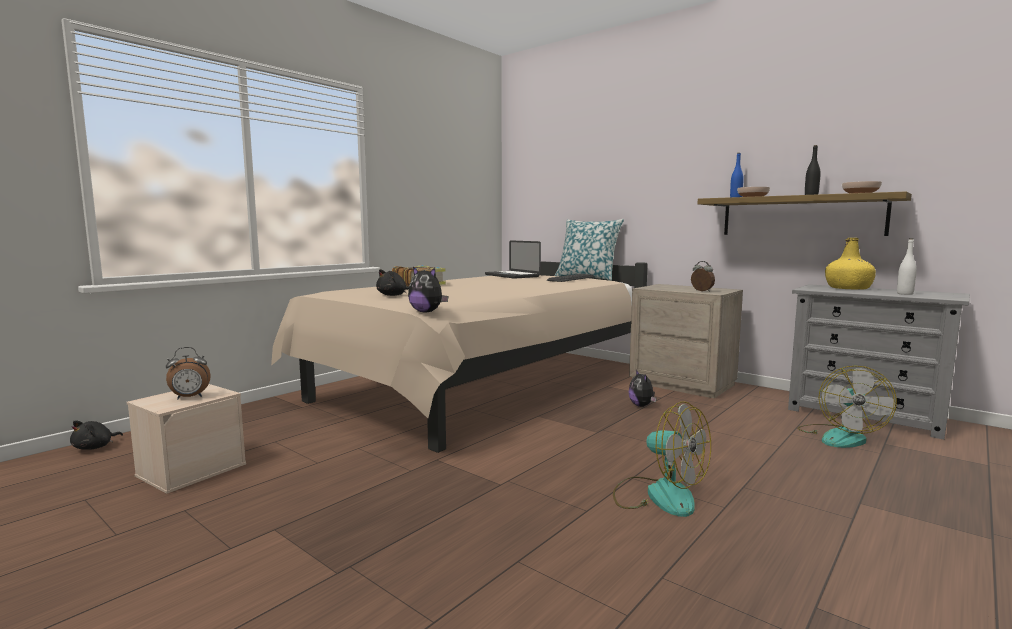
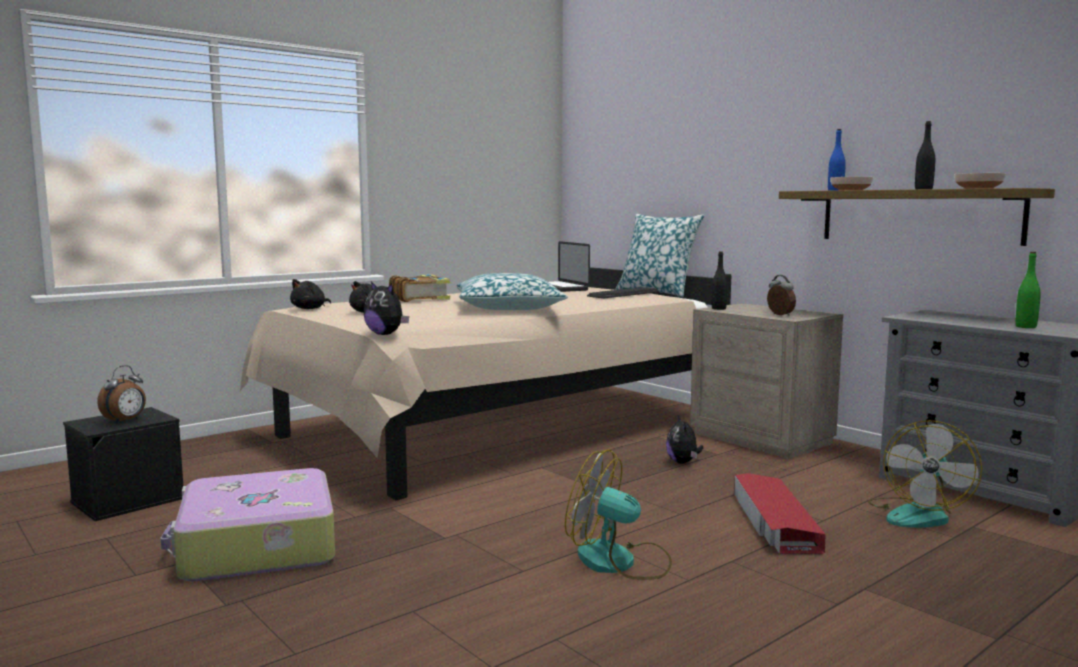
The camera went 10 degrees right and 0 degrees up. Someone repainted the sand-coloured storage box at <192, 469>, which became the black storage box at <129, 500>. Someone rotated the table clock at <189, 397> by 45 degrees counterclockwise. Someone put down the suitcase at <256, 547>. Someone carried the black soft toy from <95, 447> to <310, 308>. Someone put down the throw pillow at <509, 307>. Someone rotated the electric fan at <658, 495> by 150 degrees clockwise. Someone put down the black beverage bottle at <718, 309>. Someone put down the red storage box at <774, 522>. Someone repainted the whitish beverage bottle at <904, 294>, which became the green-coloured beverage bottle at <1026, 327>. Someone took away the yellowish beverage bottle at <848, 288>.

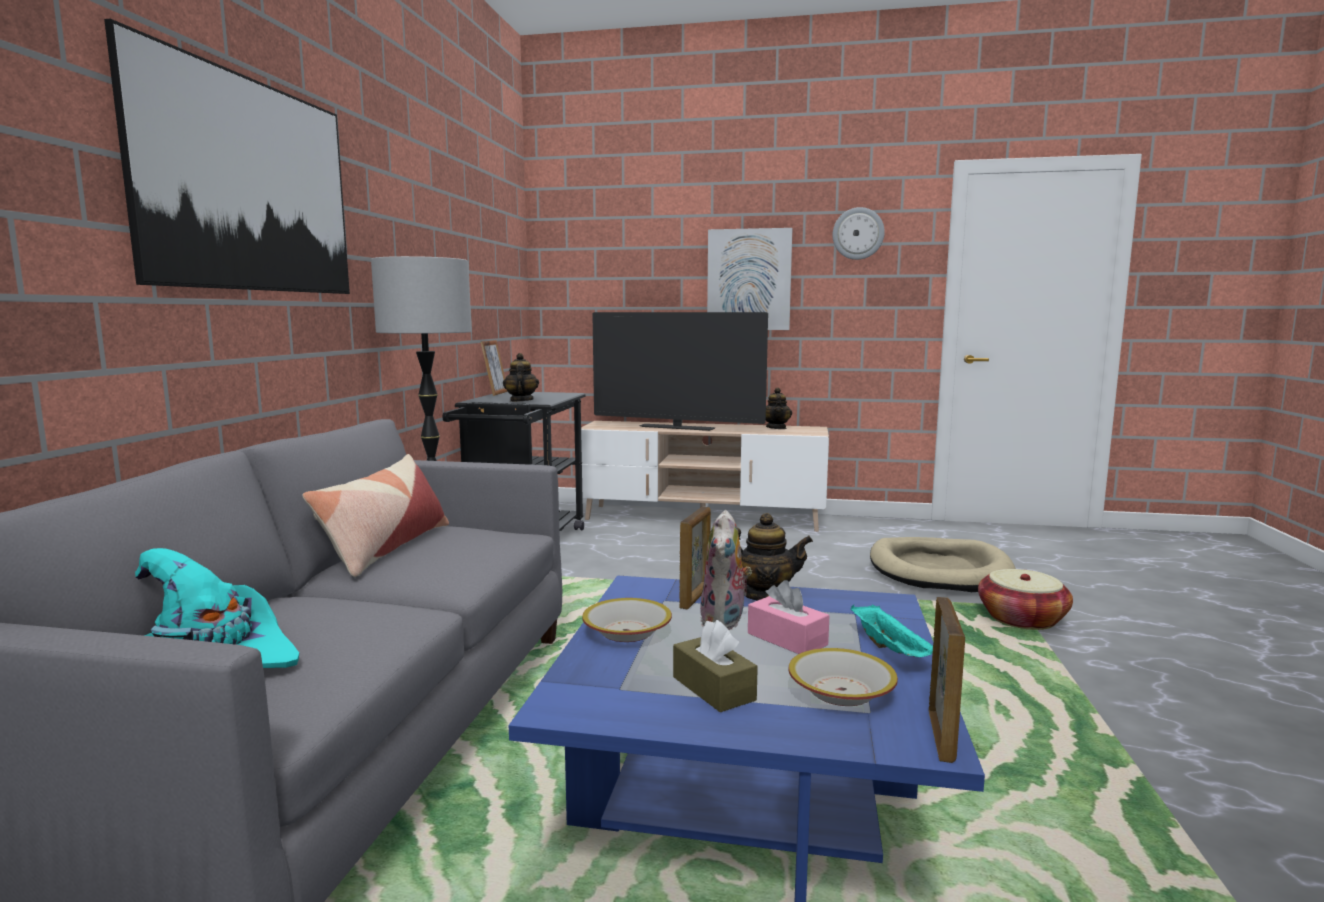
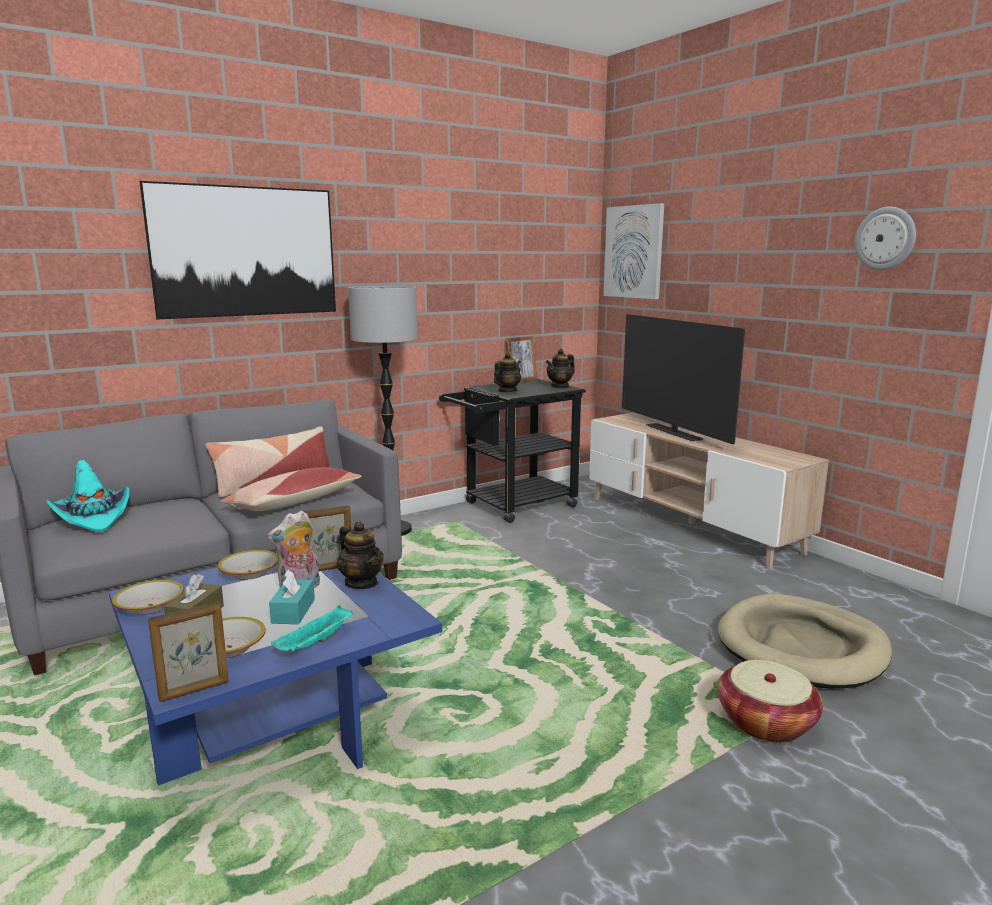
The camera went 45 degrees right and 5 degrees up. Someone put down the bowl at <150, 606>. Someone put down the throw pillow at <294, 502>. Someone repainted the pinkish box of tissues at <787, 639>, which became the blue-green box of tissues at <293, 611>. Someone carried the pot for tea from <776, 428> to <560, 386>. Someone carried the picture from <749, 280> to <634, 252>.

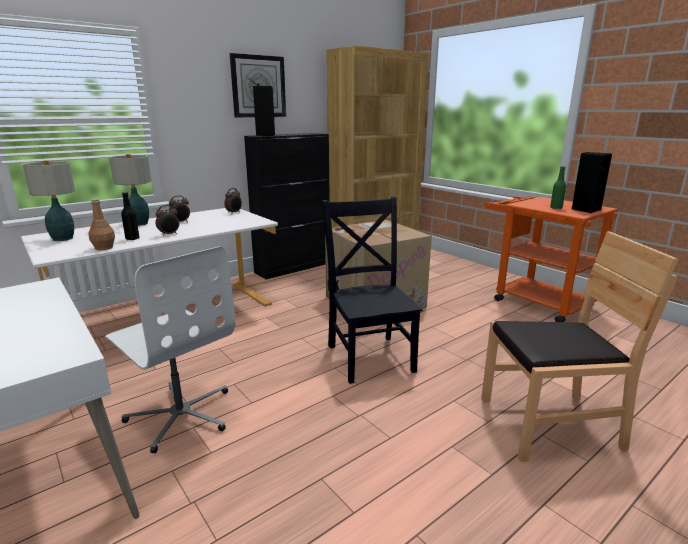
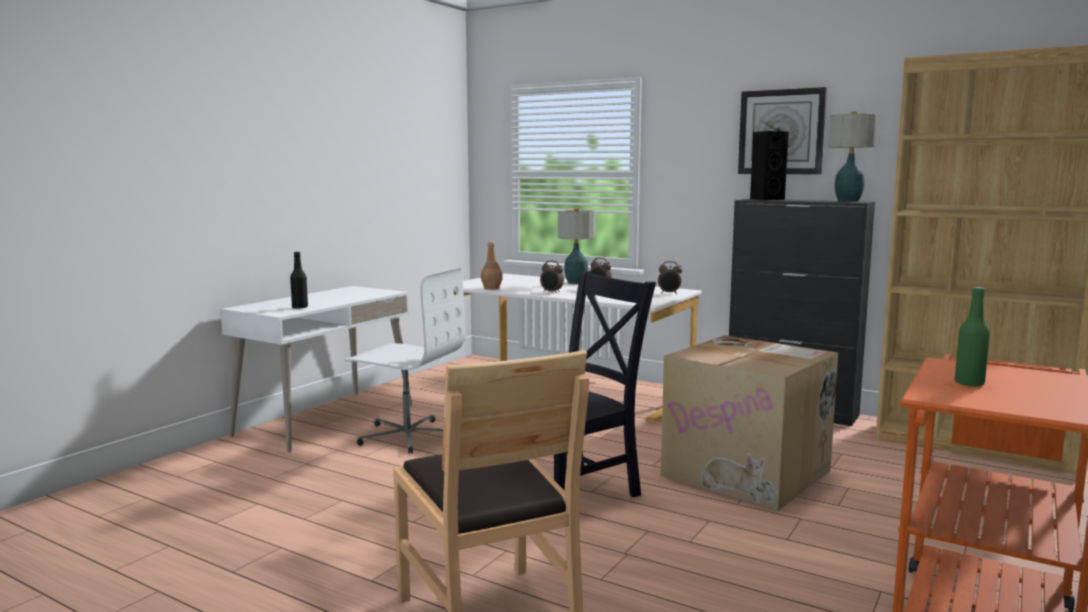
The camera went 70 degrees right and 10 degrees down. Someone carried the black beverage bottle from <132, 239> to <300, 307>. Someone rotated the whitish office chair at <181, 415> by 90 degrees counterclockwise. Someone carried the tabletop lamp from <63, 238> to <848, 201>. Someone took away the black audio speaker at <585, 210>.

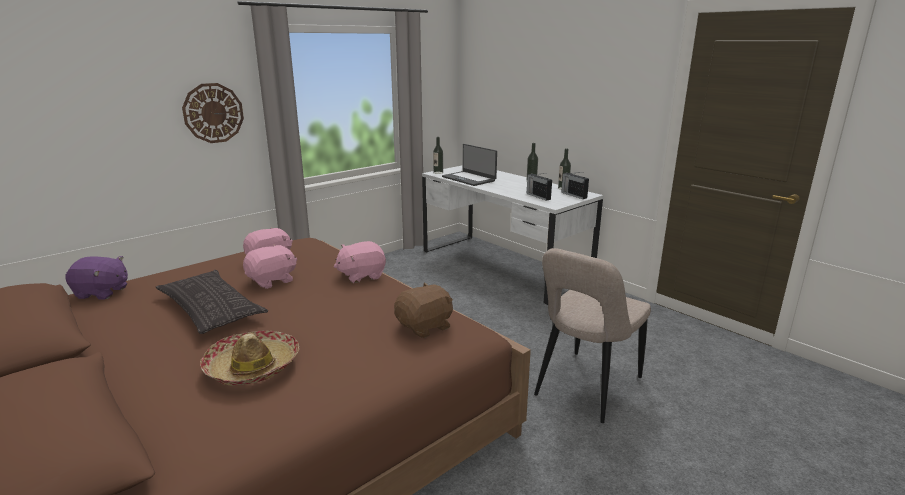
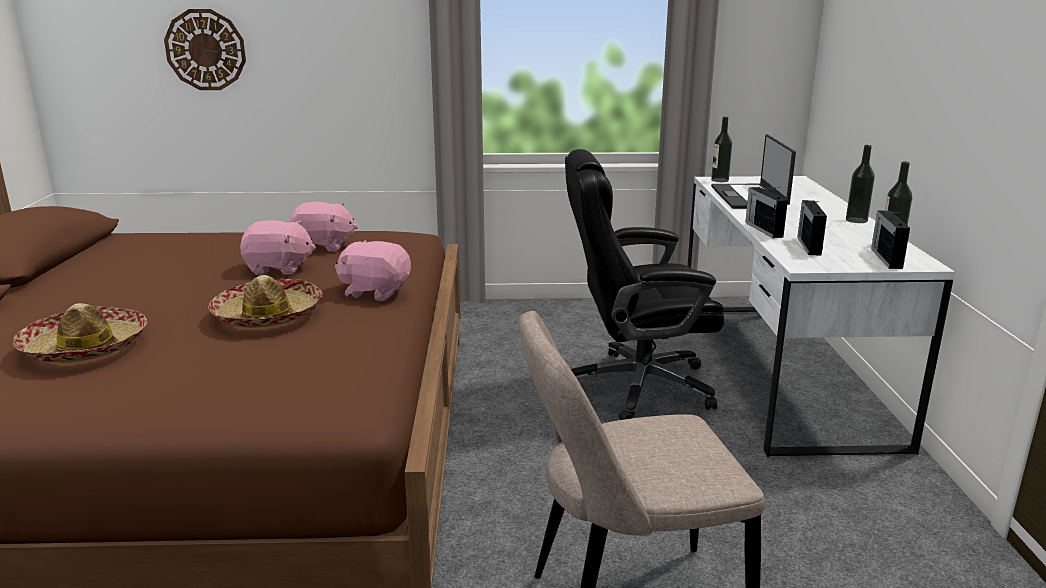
The camera went 40 degrees right and 0 degrees up. Someone carried the hanging clock from <213, 113> to <205, 50>. Someone put down the clothing hat at <268, 315>. Someone put down the black office chair at <636, 386>. Someone put down the radio set at <763, 229>. Someone took away the purplish soft toy at <102, 292>. Someone took away the throw pillow at <211, 308>. Someone took away the brown soft toy at <425, 327>.

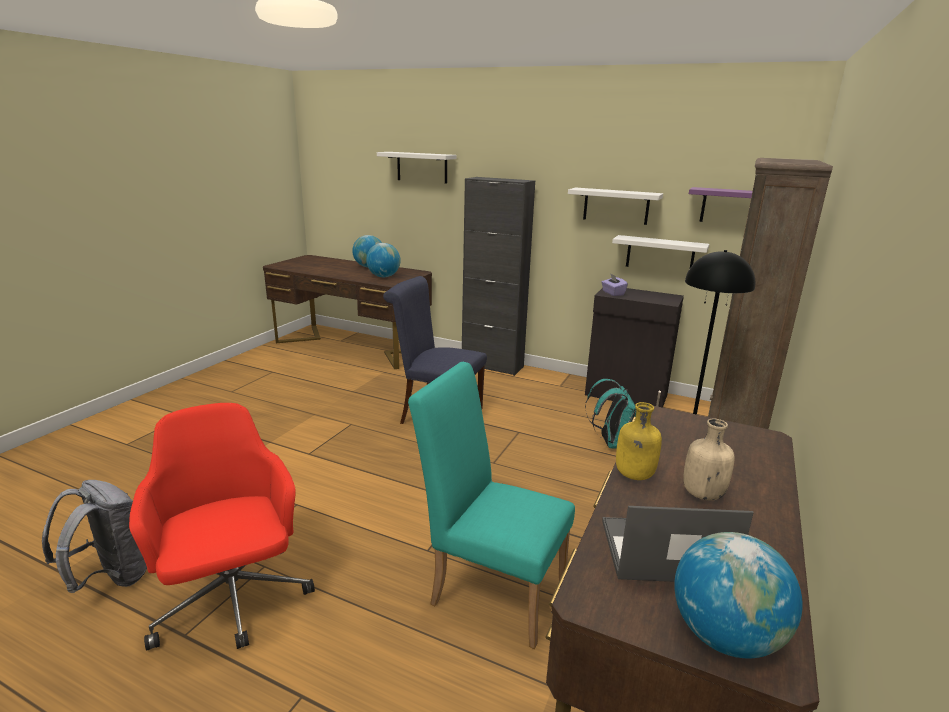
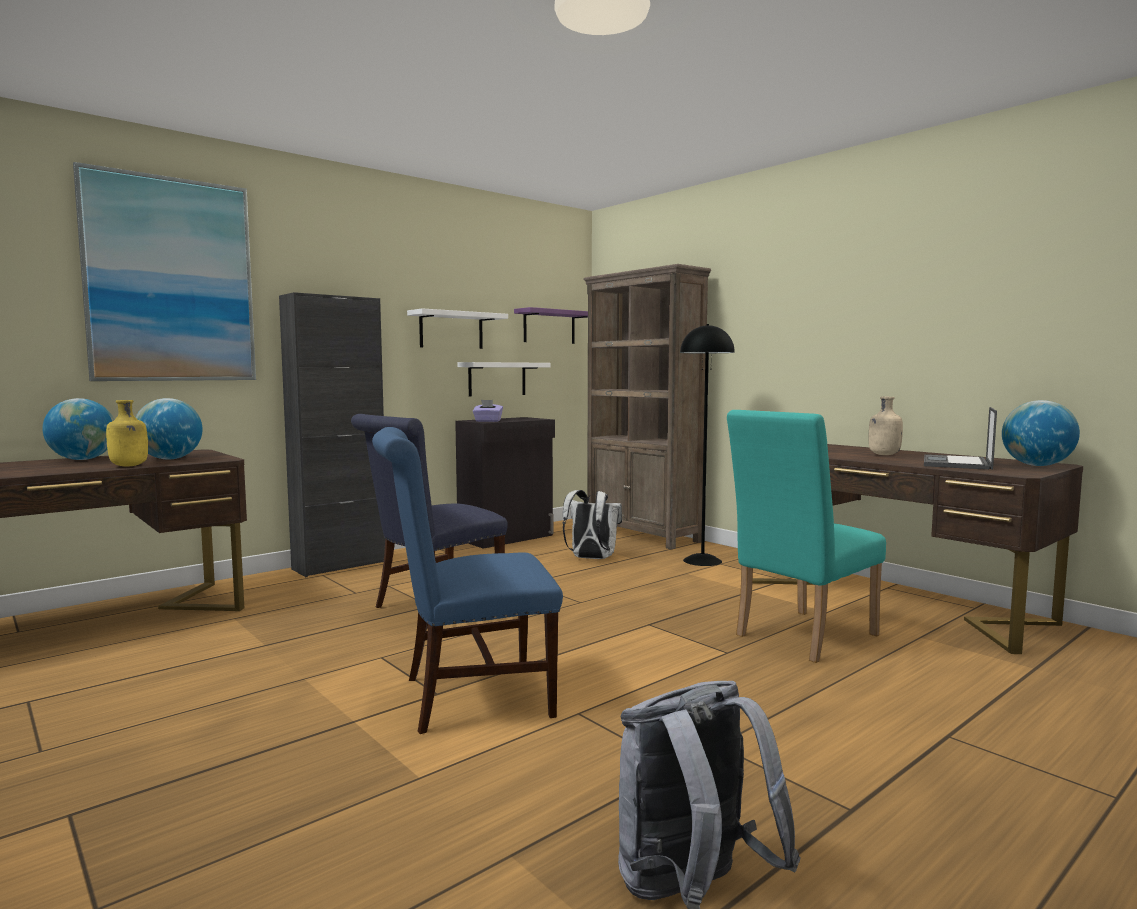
The camera went 65 degrees left and 15 degrees down. Someone swapped the whitish shelf at <422, 167> for the picture at <170, 280>. Someone carried the yellowish beverage bottle from <634, 475> to <129, 466>. Someone put down the blue plain chair at <466, 697>. Someone repainted the blue-green rucksack at <611, 443>, which became the whitish rucksack at <591, 559>. Someone took away the red office chair at <233, 599>.

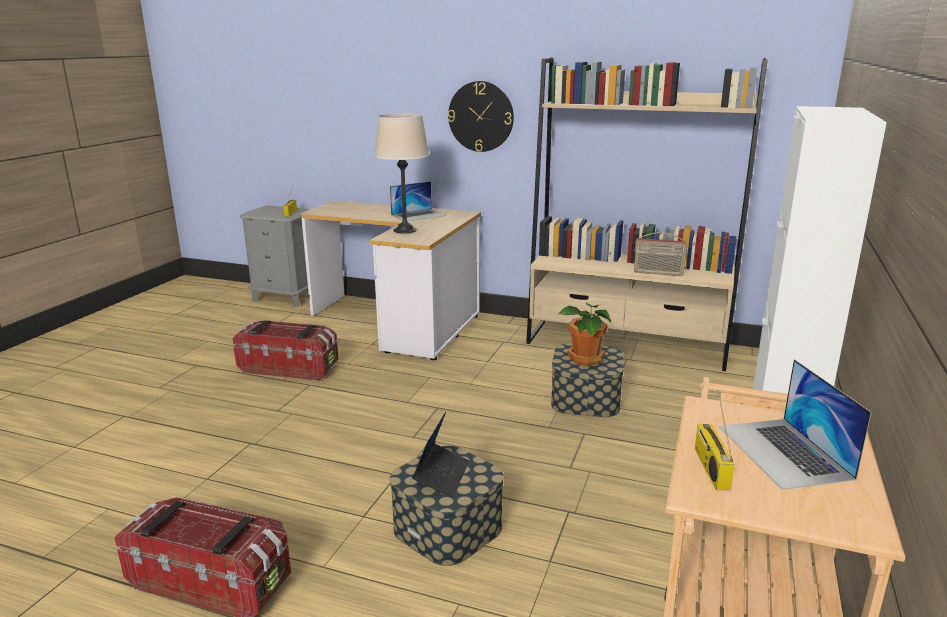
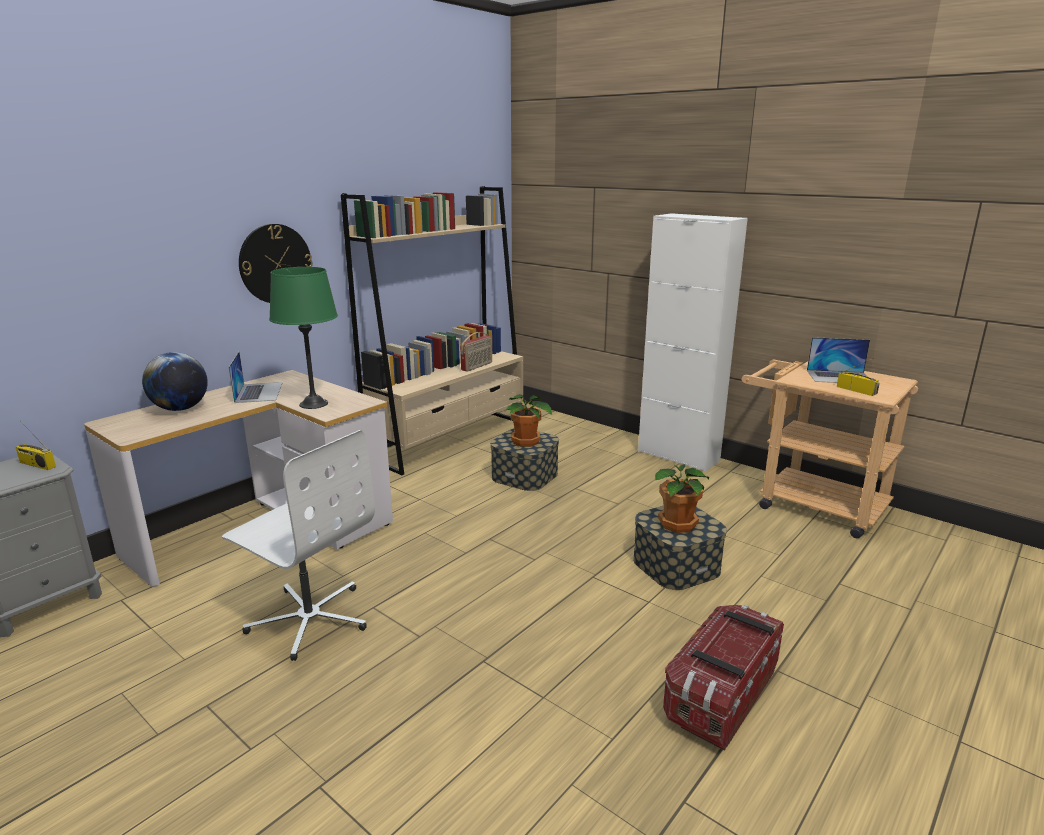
The camera went 70 degrees left and 0 degrees up. Someone put down the desk globe at <180, 409>. Someone swapped the storage box at <289, 368> for the whitish office chair at <310, 618>. Someone repainted the sand-coloured tabletop lamp at <404, 230>, which became the green-coloured tabletop lamp at <314, 404>. Someone swapped the laptop at <441, 475> for the houseplant at <679, 524>. Someone rotated the radio set at <710, 467> by 150 degrees counterclockwise.

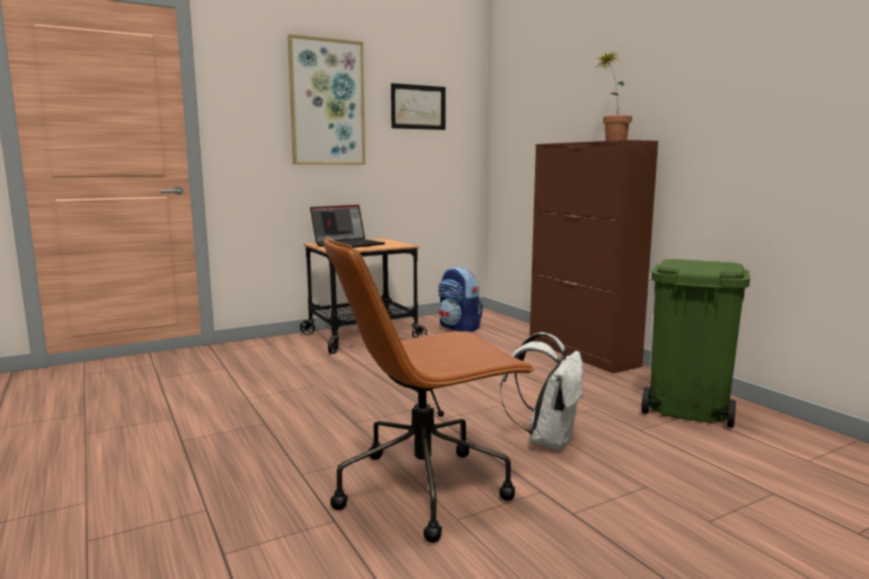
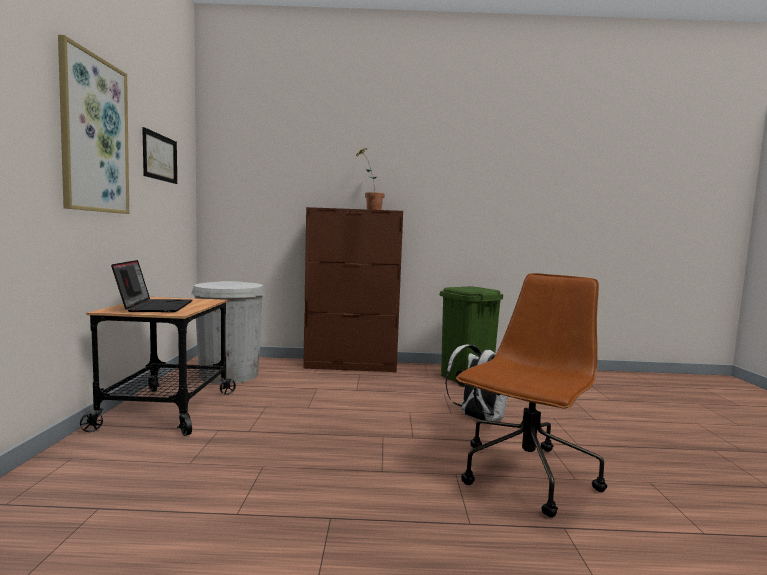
The camera went 60 degrees left and 5 degrees down. Someone swapped the rucksack at <459, 328> for the whitish trash can at <229, 374>. Someone rotated the brown office chair at <425, 488> by 150 degrees counterclockwise.

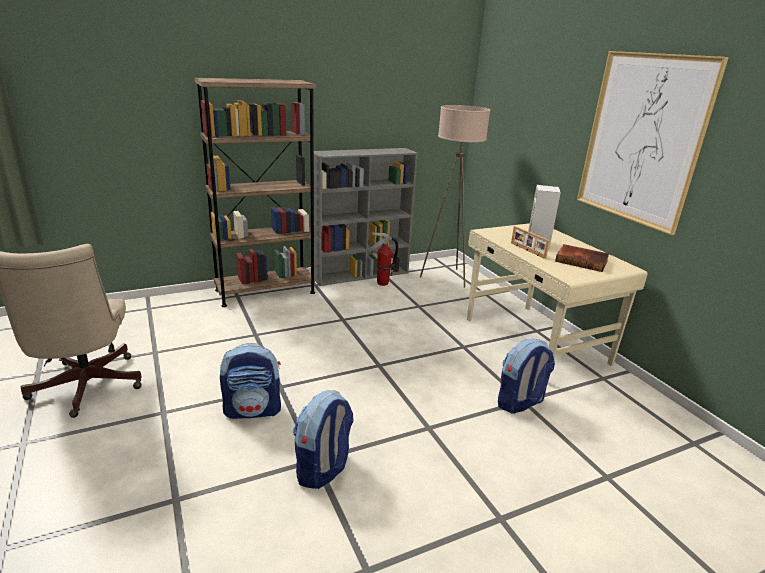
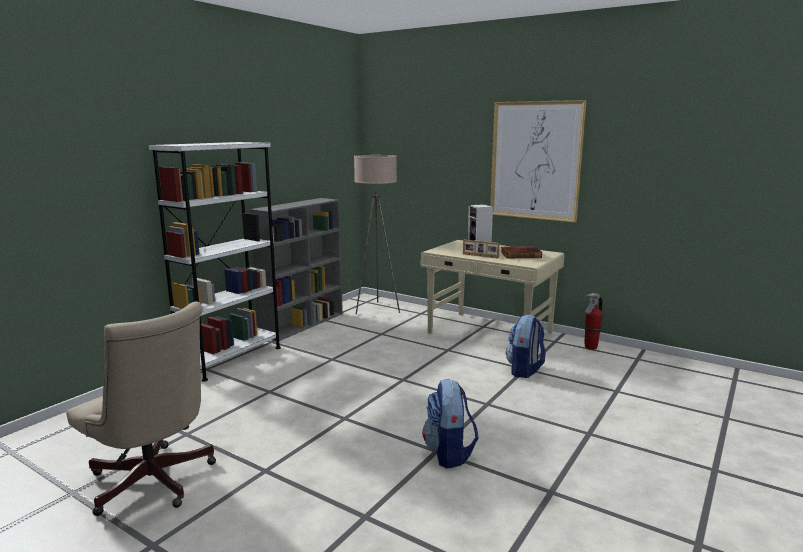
The camera went 30 degrees left and 10 degrees down. Someone repainted the brown bookcase at <265, 291>, which became the whitish bookcase at <230, 358>. Someone carried the fire extinguisher from <382, 283> to <590, 347>. Someone took away the rucksack at <253, 410>.

